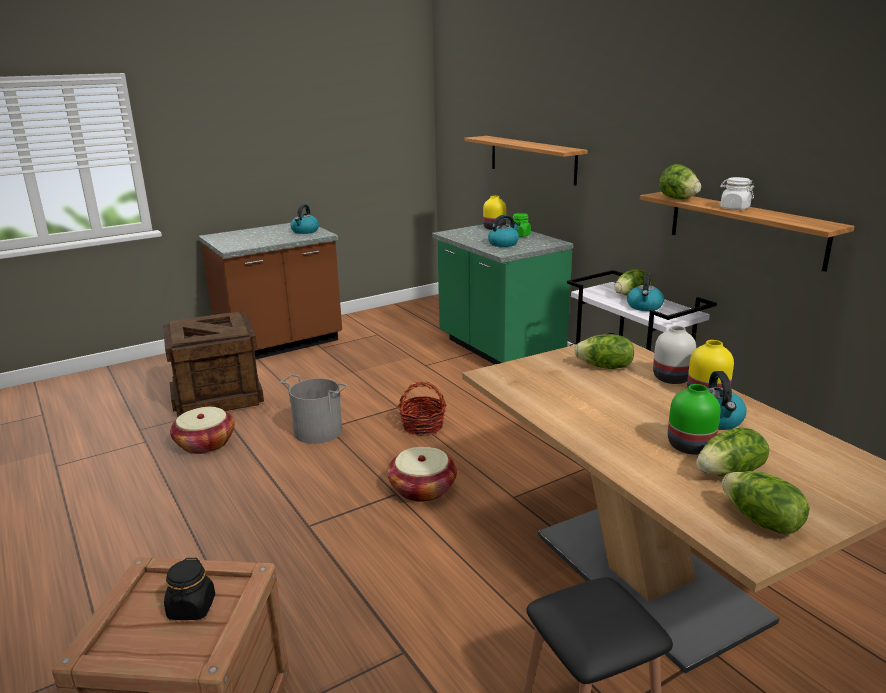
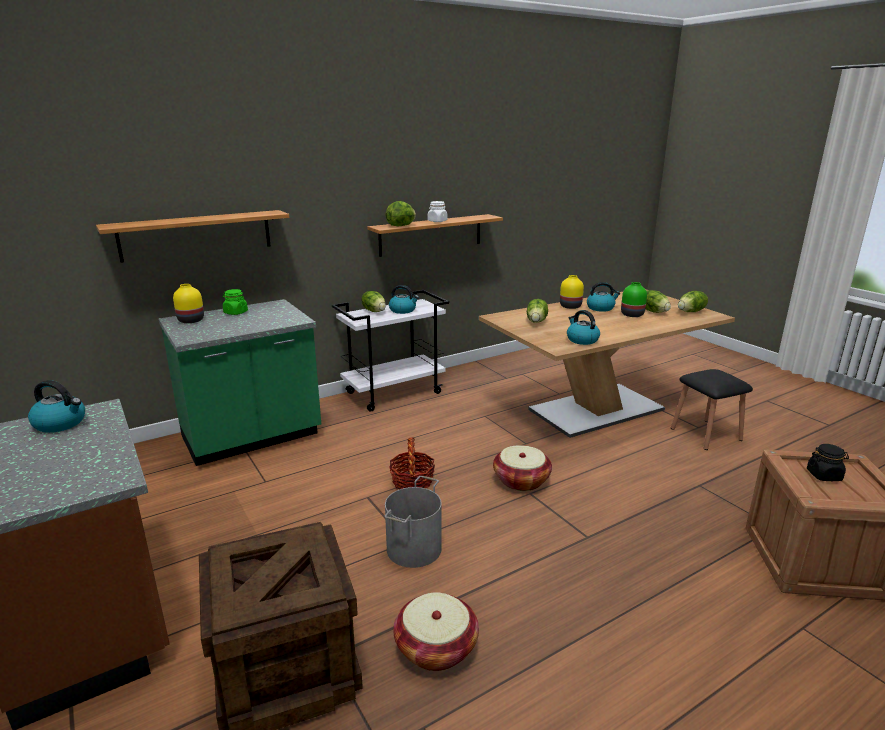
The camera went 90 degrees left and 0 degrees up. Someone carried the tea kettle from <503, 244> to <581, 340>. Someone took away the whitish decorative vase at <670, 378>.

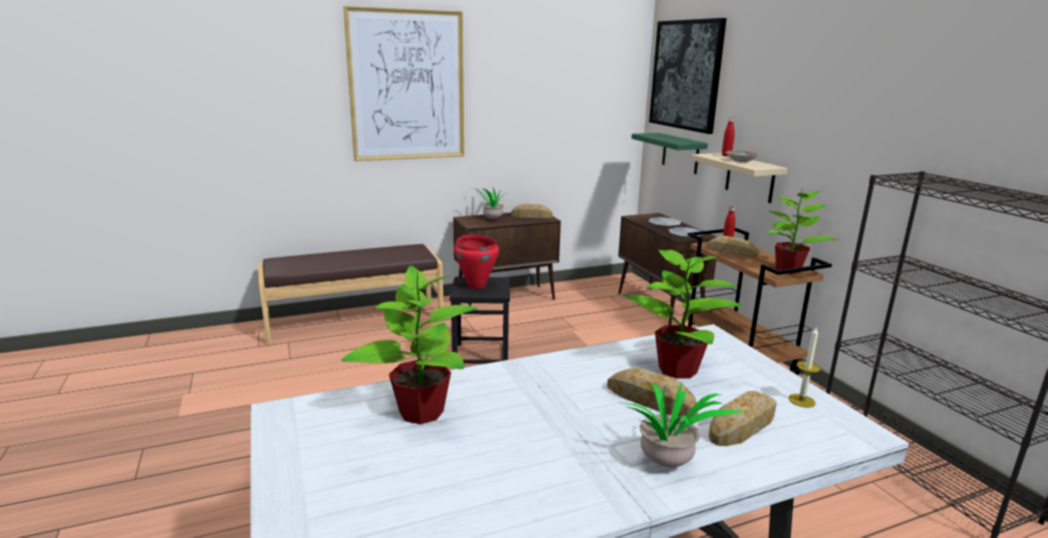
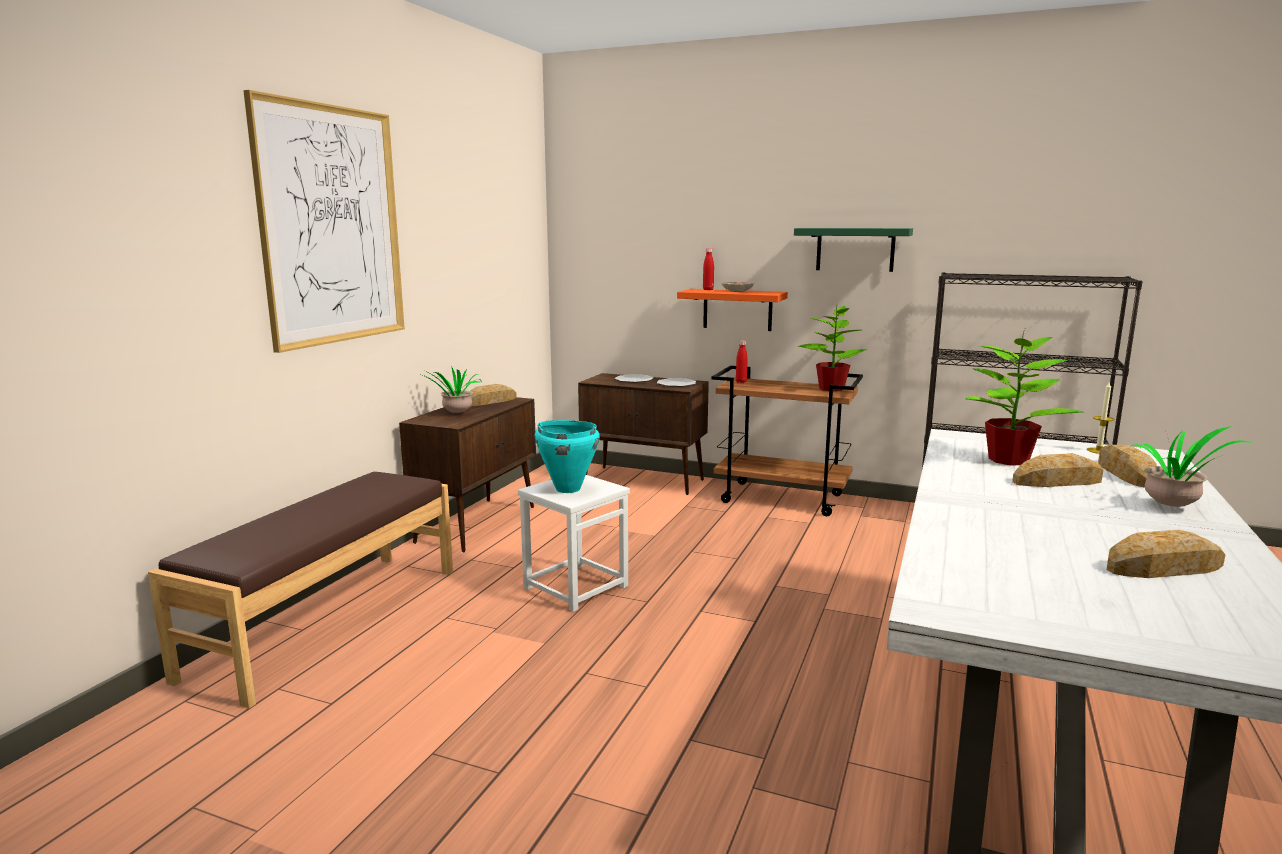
The camera went 45 degrees left and 5 degrees down. Someone repainted the black sitting stool at <481, 355>, which became the whitish sitting stool at <575, 587>. Someone repainted the red stockpot at <476, 285>, which became the blue-green stockpot at <567, 489>. Someone repainted the sand-coloured shelf at <750, 178>, which became the orange shelf at <737, 309>. Someone carried the green-coloured shelf from <680, 153> to <855, 249>. Someone carried the bread from <732, 252> to <1164, 567>. Someone took away the houseplant at <420, 411>. Someone took away the picture at <686, 75>.

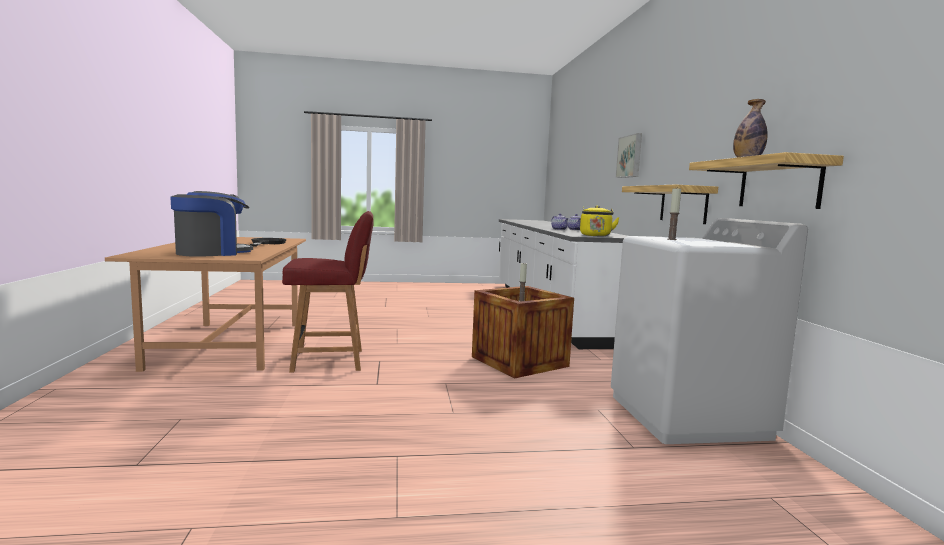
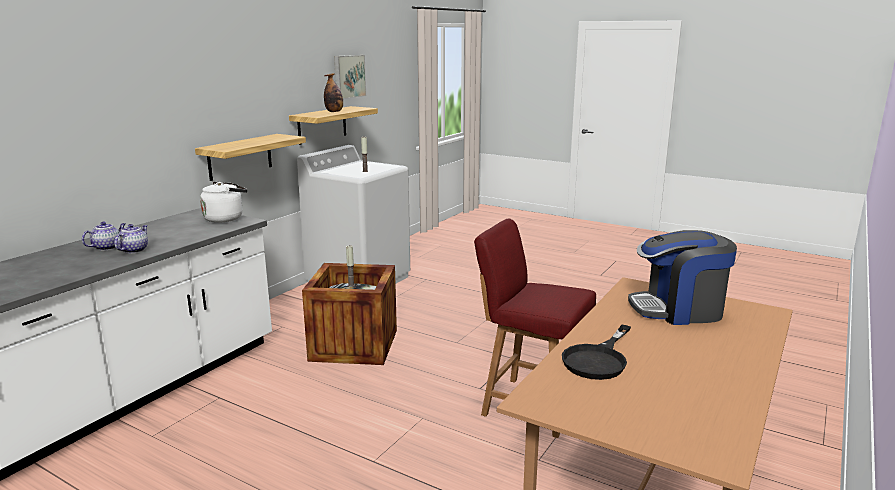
The camera went 140 degrees left and 10 degrees up. Someone repainted the yellowish tea kettle at <595, 236>, which became the whitish tea kettle at <226, 218>. Someone carried the picture from <630, 156> to <348, 76>.

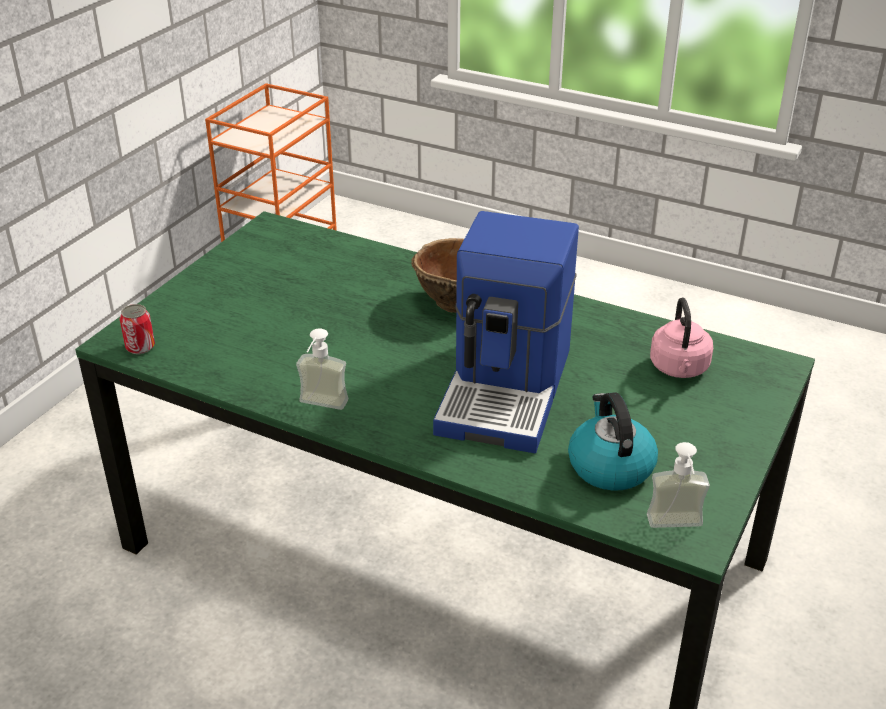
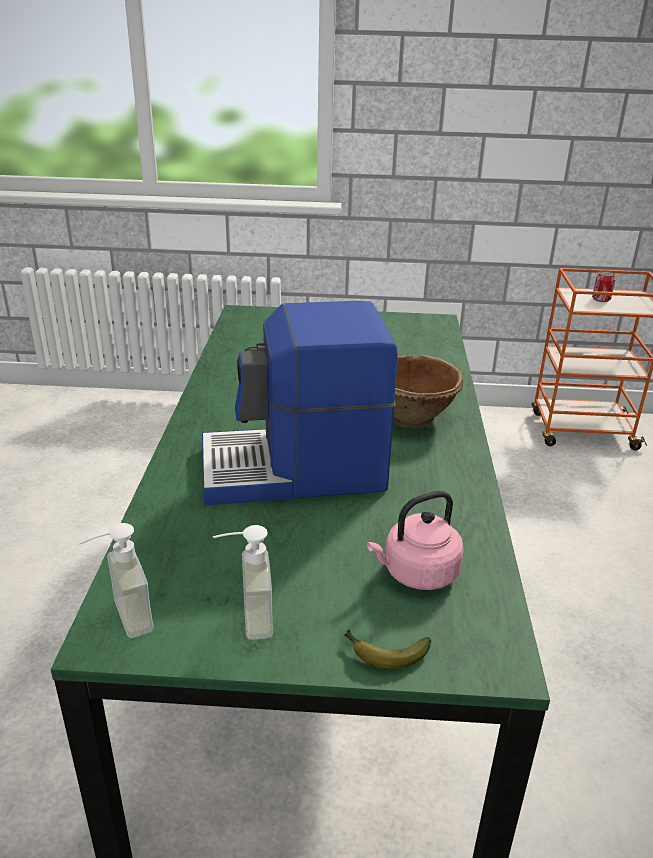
The camera went 65 degrees right and 5 degrees down. Someone carried the soap bottle from <320, 407> to <244, 618>. Someone put down the banana fruit at <384, 654>. Someone carried the sealed can from <140, 347> to <601, 299>. Someone took away the tea kettle at <609, 466>.

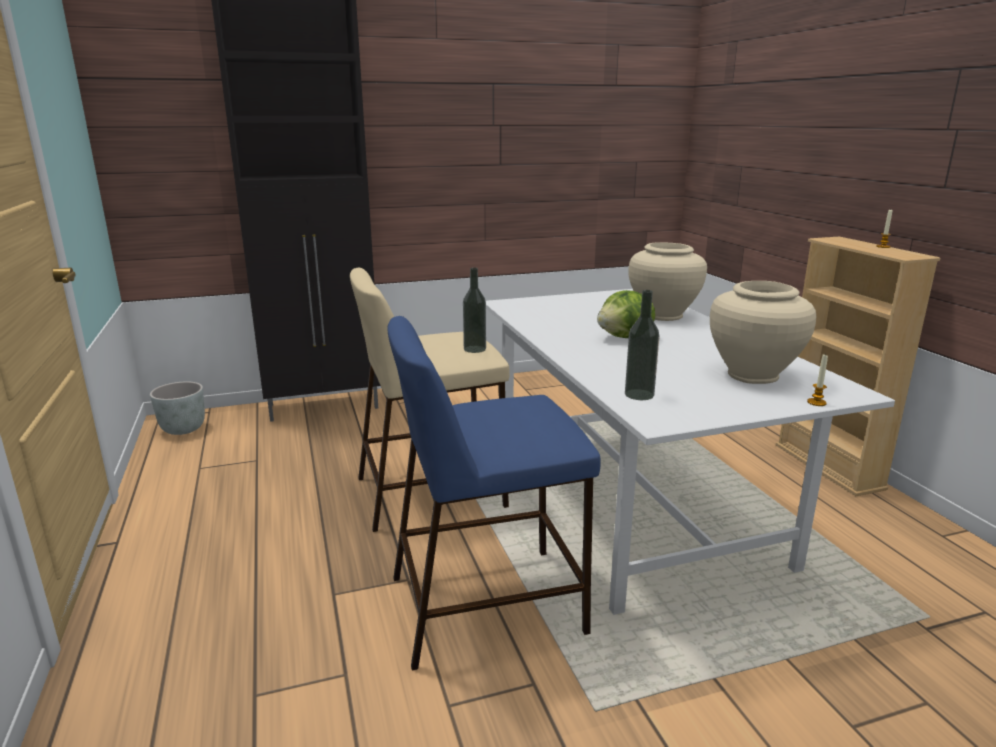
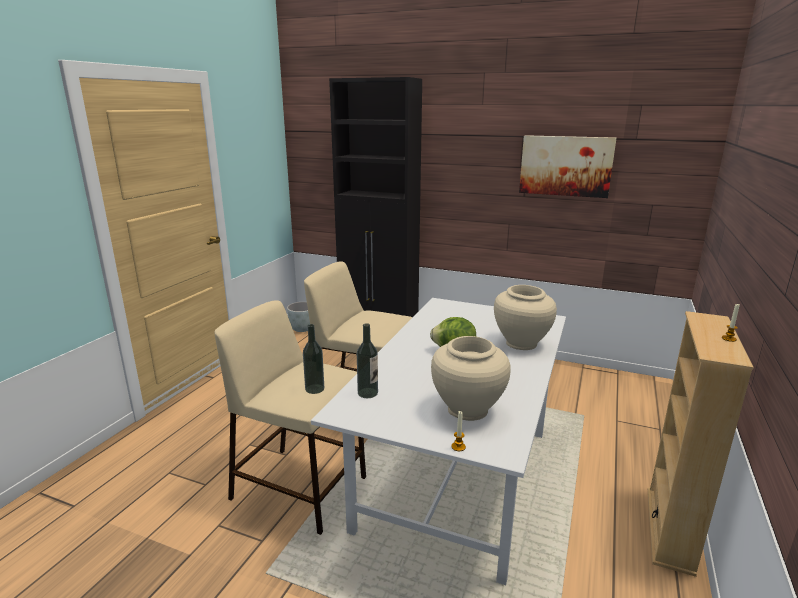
The camera went 40 degrees right and 0 degrees up. Someone repainted the blue sitting stool at <488, 603>, which became the sand-coloured sitting stool at <301, 488>. Someone carried the beverage bottle from <474, 349> to <314, 389>. Someone put up the picture at <565, 166>.

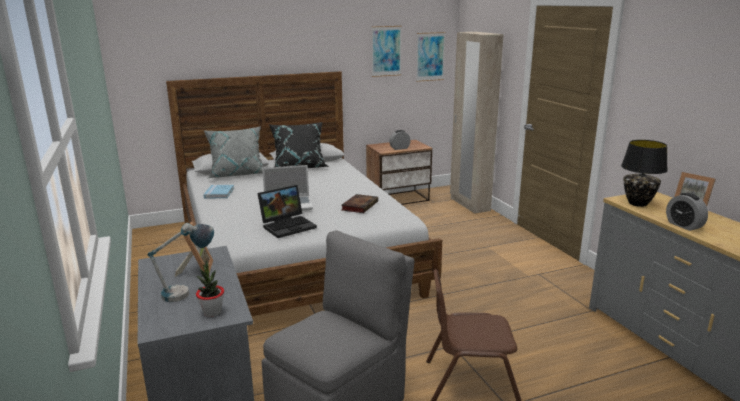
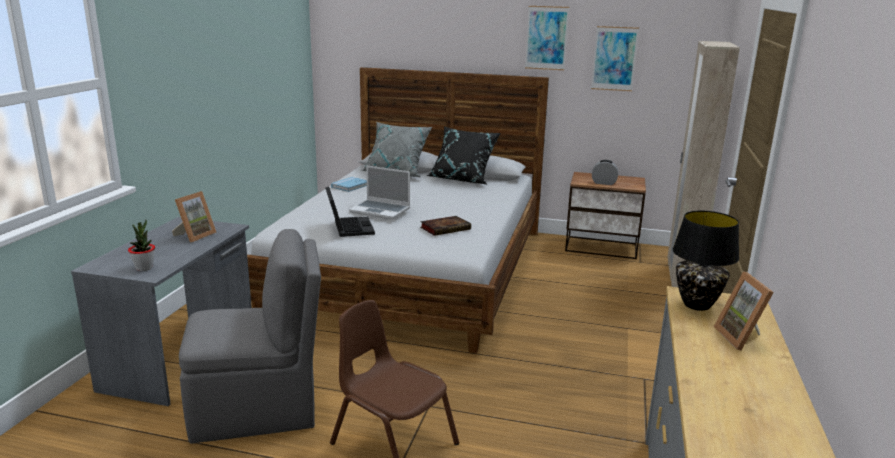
The camera went 35 degrees right and 0 degrees up. Someone rotated the laptop at <288, 225> by 105 degrees counterclockwise. Someone carried the picture from <430, 56> to <546, 38>. Someone took away the tabletop lamp at <187, 294>. Someone took away the table clock at <684, 225>.

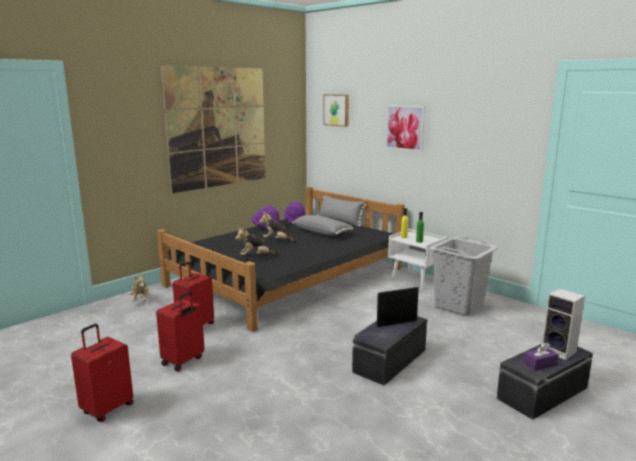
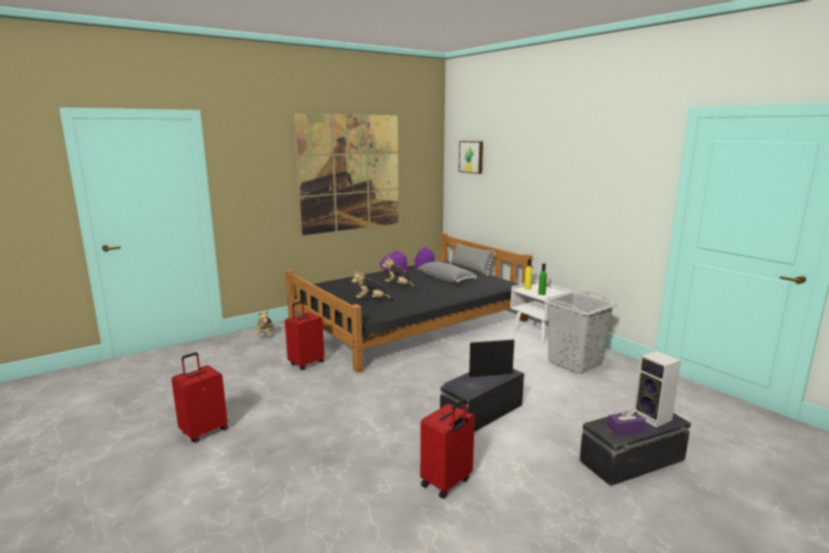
The camera went 10 degrees right and 0 degrees up. Someone carried the red suitcase from <183, 361> to <447, 483>. Someone took away the picture at <405, 127>.

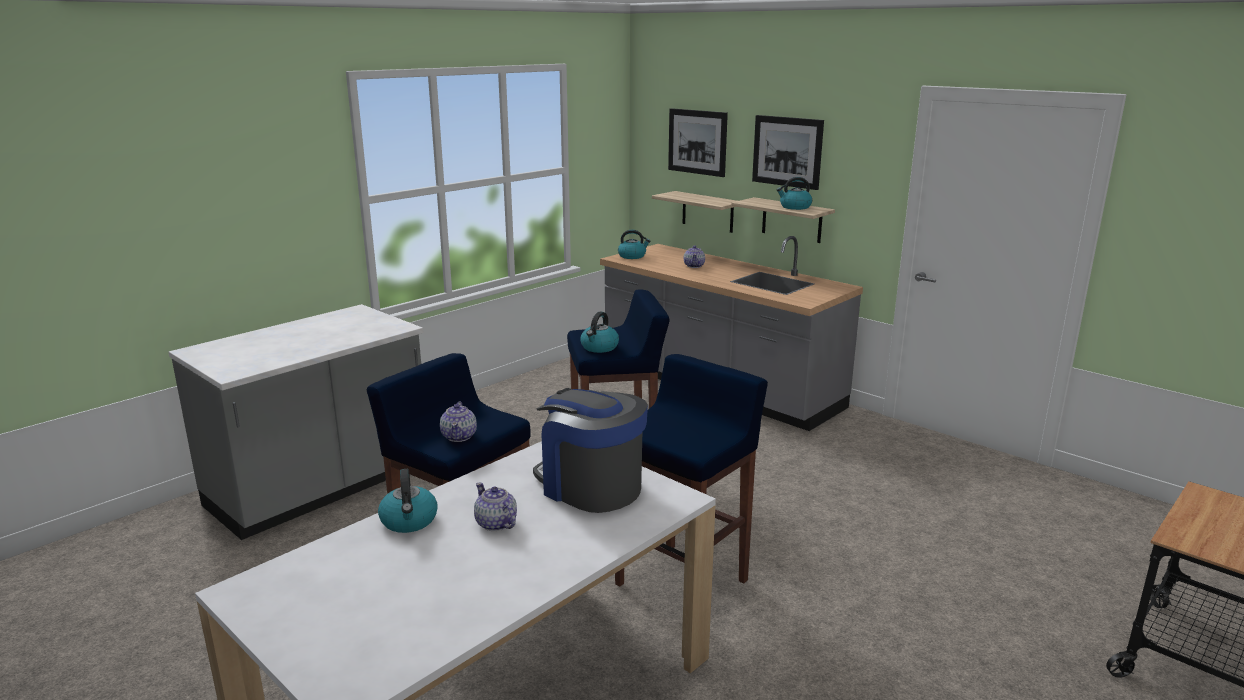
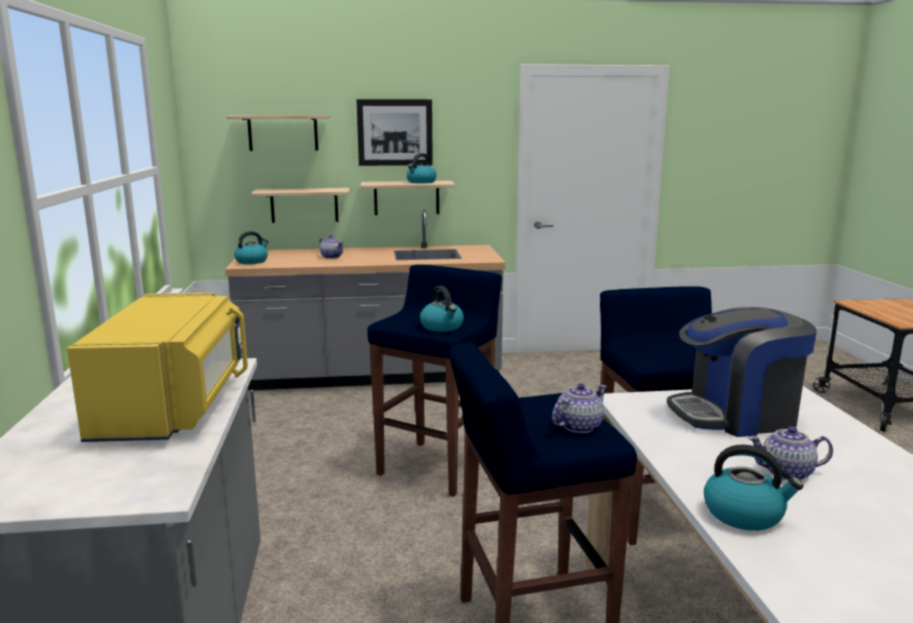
The camera went 50 degrees left and 5 degrees down. Someone put down the yellowish kitchen microwave at <175, 406>. Someone swapped the picture at <697, 142> for the shelf at <283, 132>. Someone rotated the pot for tea at <459, 436> by 75 degrees counterclockwise.

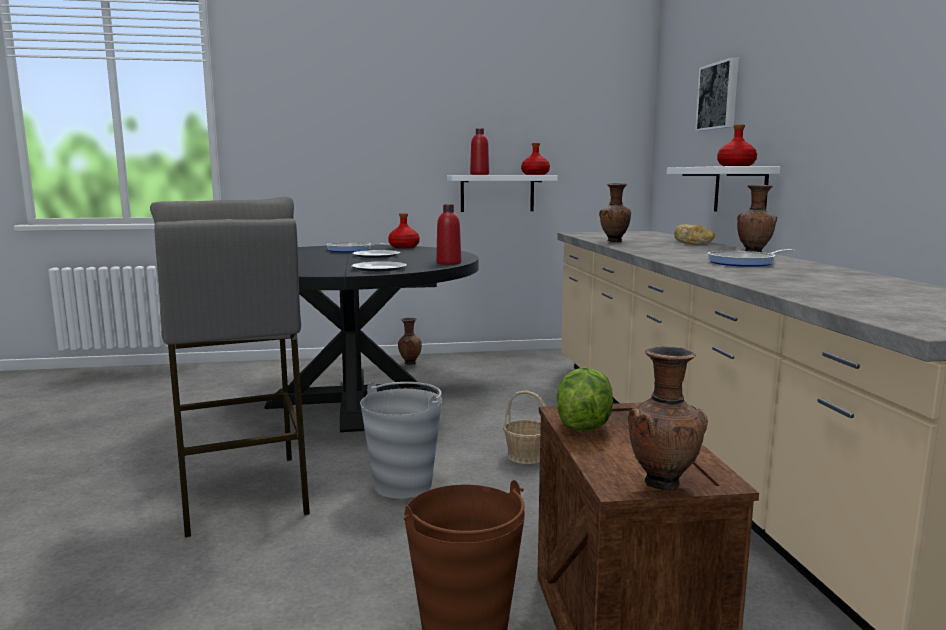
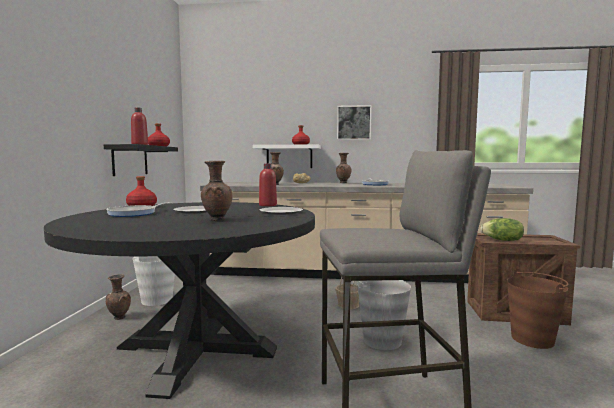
The camera went 75 degrees left and 5 degrees down. Someone repainted the whitish shelf at <497, 193>, which became the black shelf at <130, 160>. Someone put down the whitish pail at <157, 300>. Someone carried the brown decorative vase from <662, 483> to <216, 220>. Someone carried the picture from <719, 96> to <354, 123>.

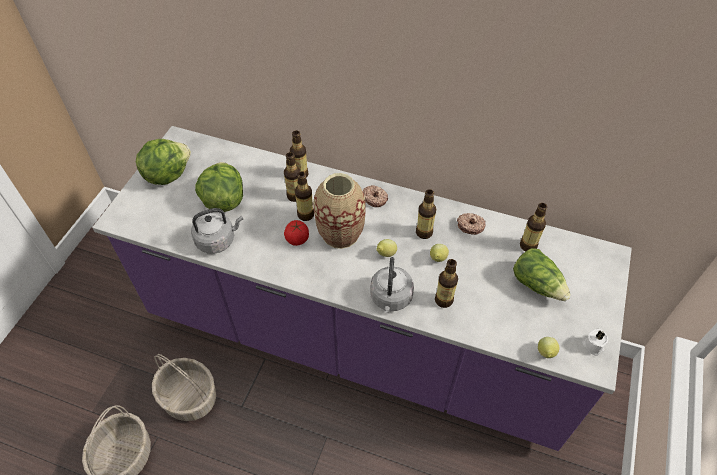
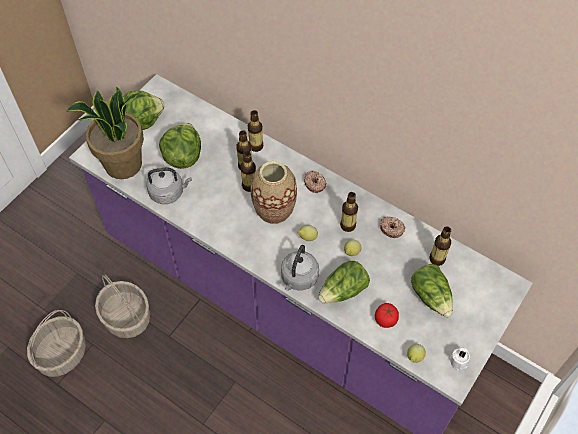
The camera went 15 degrees right and 5 degrees up. Someone put down the houseplant at <123, 165>. Someone swapped the beverage bottle at <444, 300> for the lettuce at <343, 290>. Someone carried the fresh tomato from <297, 239> to <385, 319>.

